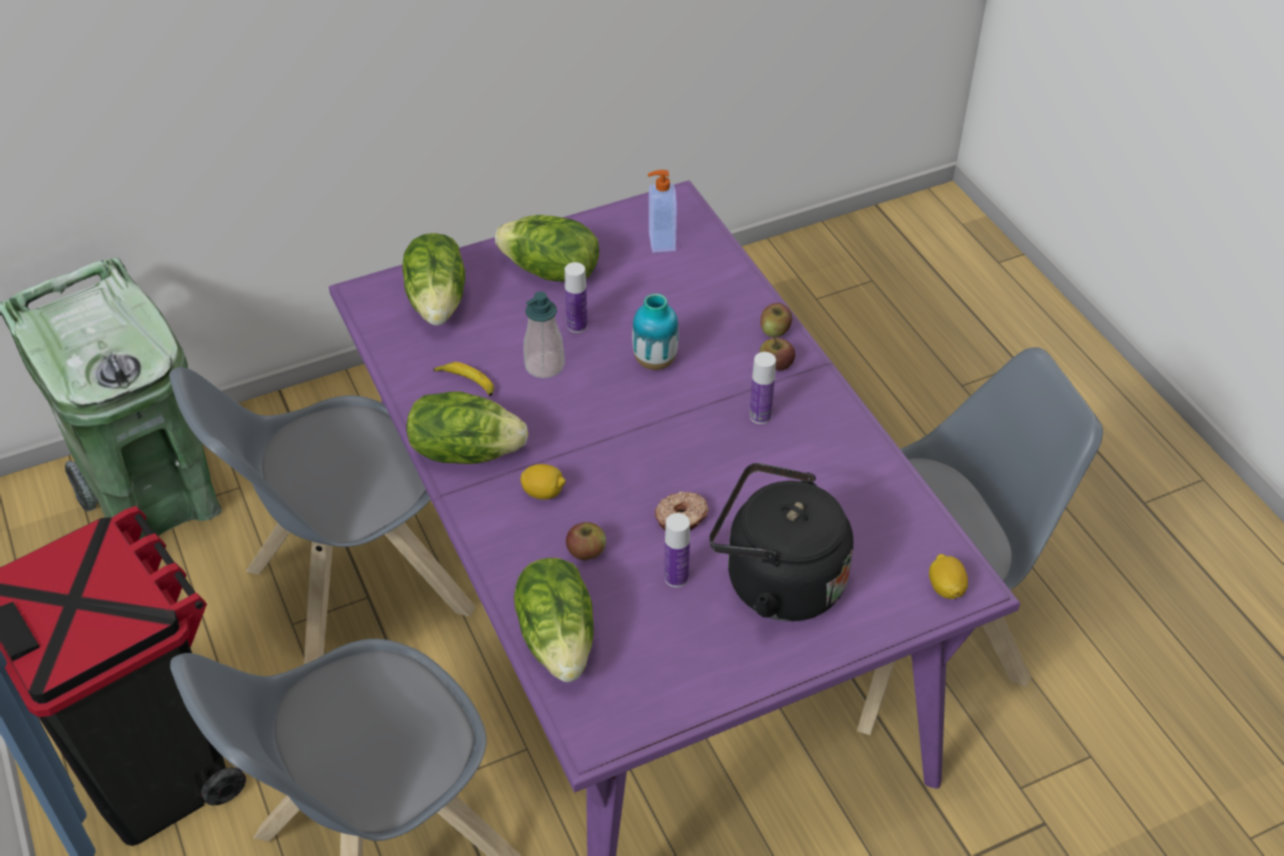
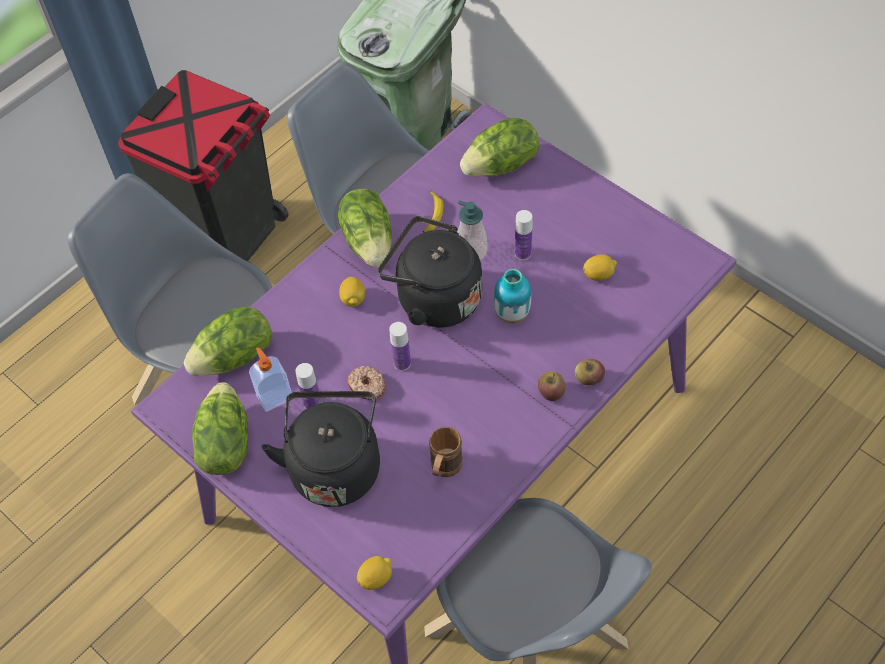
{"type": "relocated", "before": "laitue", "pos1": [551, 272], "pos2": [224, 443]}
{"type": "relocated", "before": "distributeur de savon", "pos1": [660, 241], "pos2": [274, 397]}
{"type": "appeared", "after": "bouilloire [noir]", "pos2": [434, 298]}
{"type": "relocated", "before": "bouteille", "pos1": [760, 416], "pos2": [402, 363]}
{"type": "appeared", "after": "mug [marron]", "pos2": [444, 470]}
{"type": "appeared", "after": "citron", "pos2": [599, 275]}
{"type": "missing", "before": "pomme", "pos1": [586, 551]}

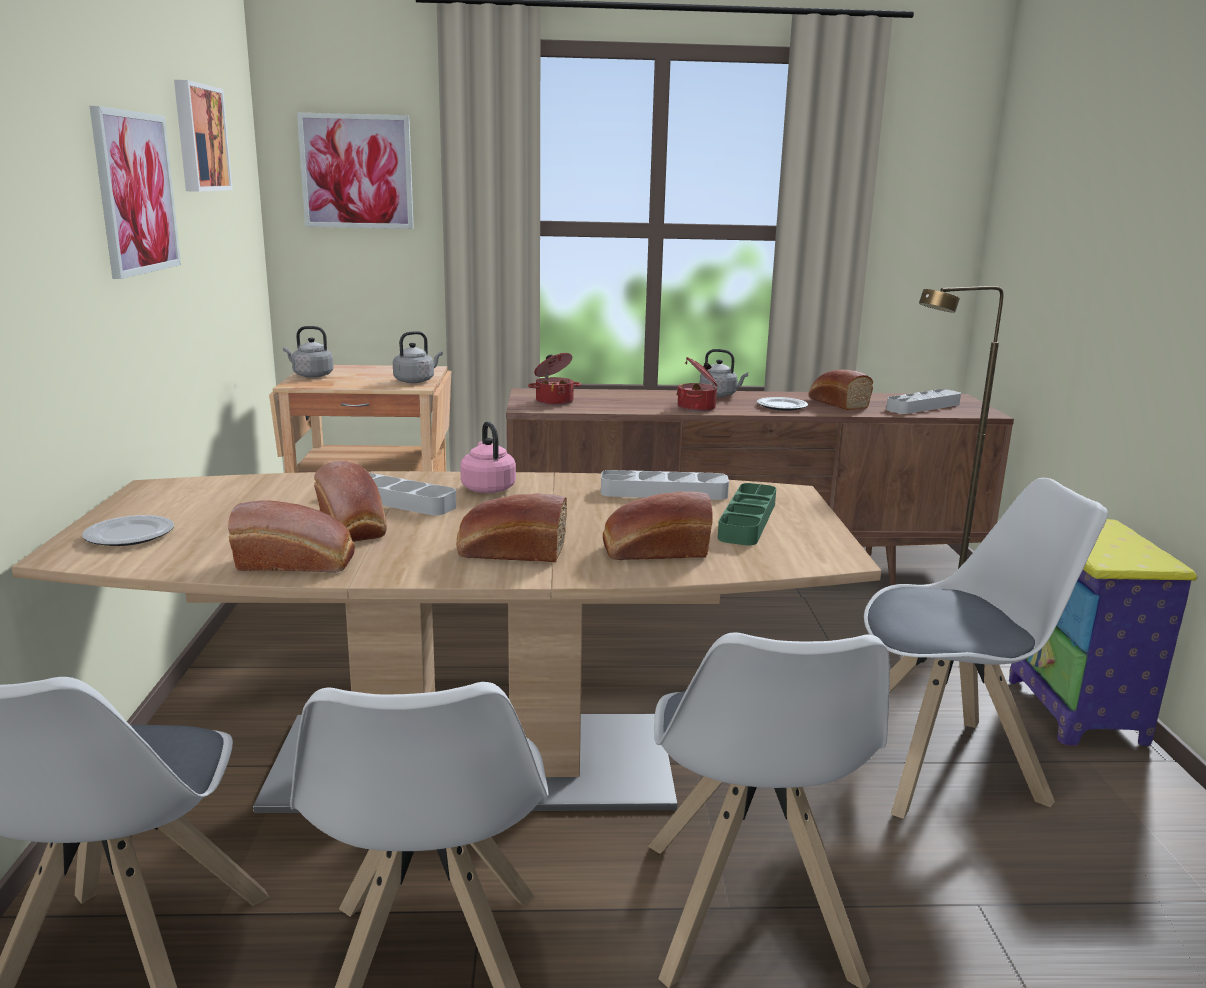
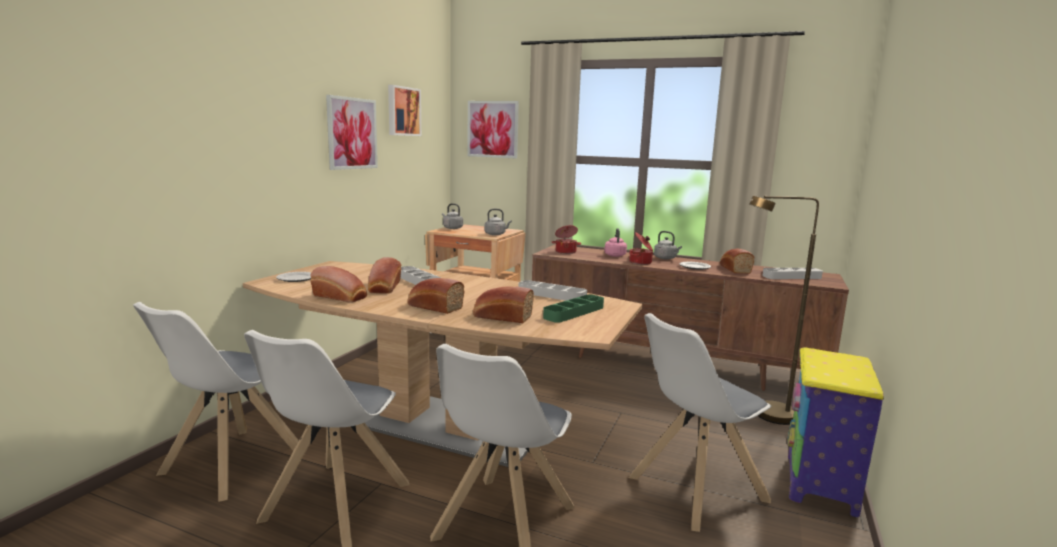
{"type": "relocated", "before": "bouilloire [rose]", "pos1": [487, 488], "pos2": [615, 255]}
{"type": "spun", "before": "chaise", "pos1": [945, 766], "pos2": [694, 490], "turn": 135}

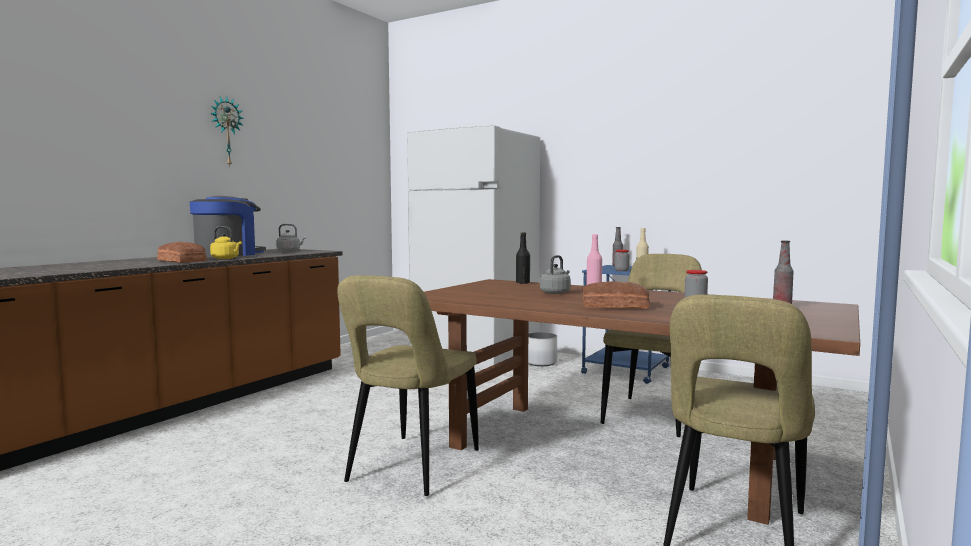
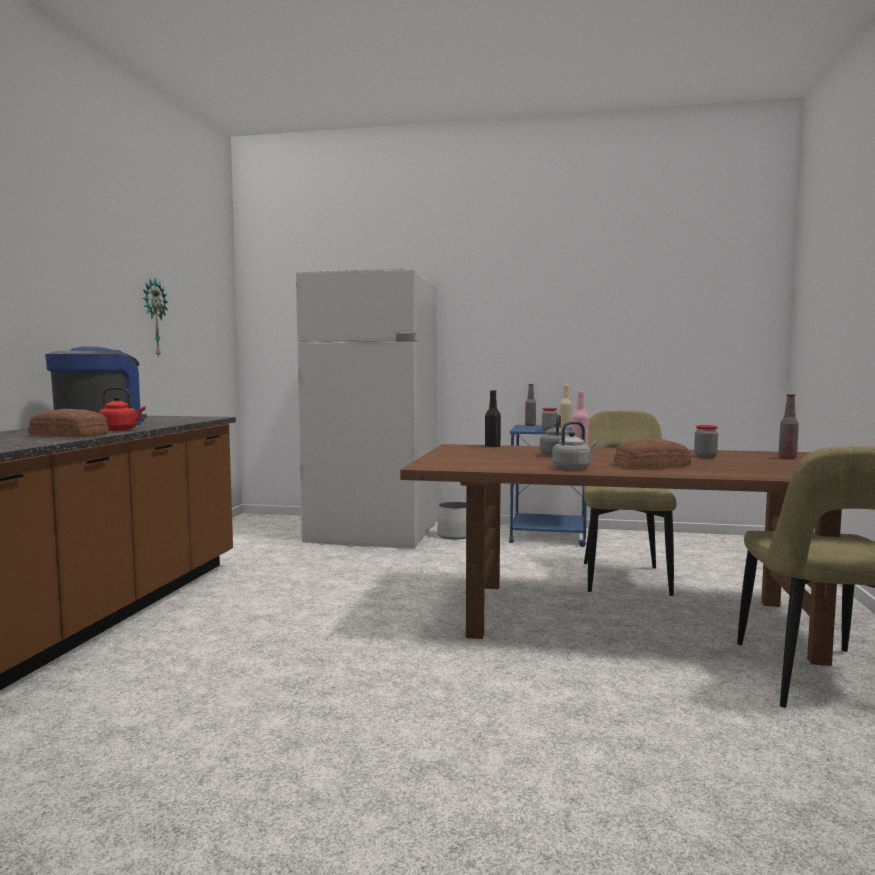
{"type": "colour", "before": "bouilloire [jaune]", "after": "bouilloire [rouge]", "pos1": [226, 258], "pos2": [121, 430]}
{"type": "relocated", "before": "horloge murale", "pos1": [226, 132], "pos2": [153, 318]}
{"type": "relocated", "before": "bouilloire [gris]", "pos1": [290, 251], "pos2": [573, 468]}
{"type": "missing", "before": "chaise [beige]", "pos1": [410, 468]}

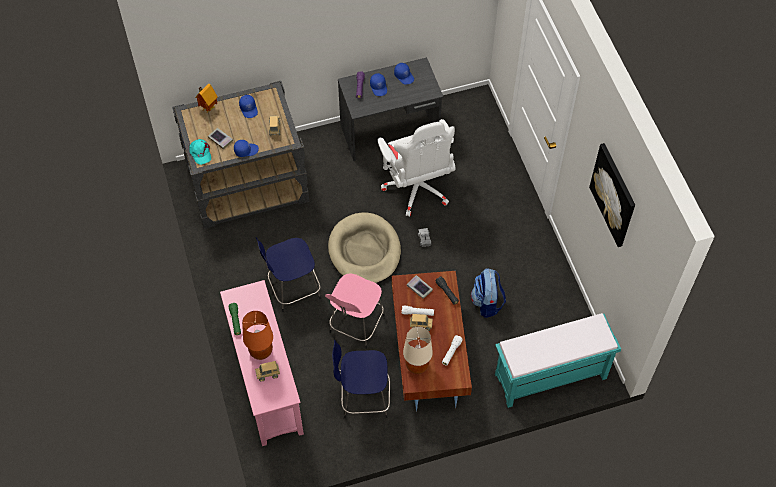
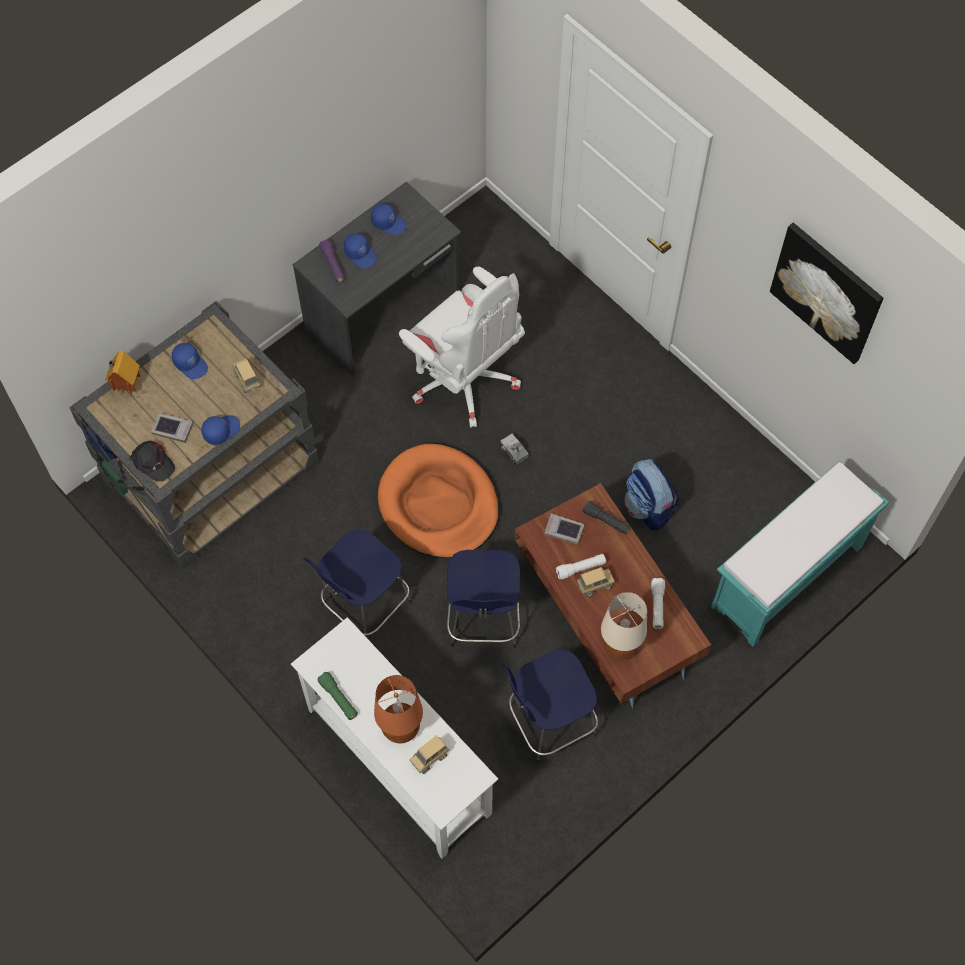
{"type": "colour", "before": "casquette [turquoise]", "after": "casquette [noir]", "pos1": [200, 152], "pos2": [152, 462]}
{"type": "colour", "before": "table console [rose]", "after": "table console [blanc]", "pos1": [266, 382], "pos2": [398, 761]}
{"type": "colour", "before": "panier pour chien [beige]", "after": "panier pour chien [orange]", "pos1": [364, 251], "pos2": [438, 504]}
{"type": "colour", "before": "tabouret [rose]", "after": "tabouret [bleu]", "pos1": [356, 325], "pos2": [483, 620]}

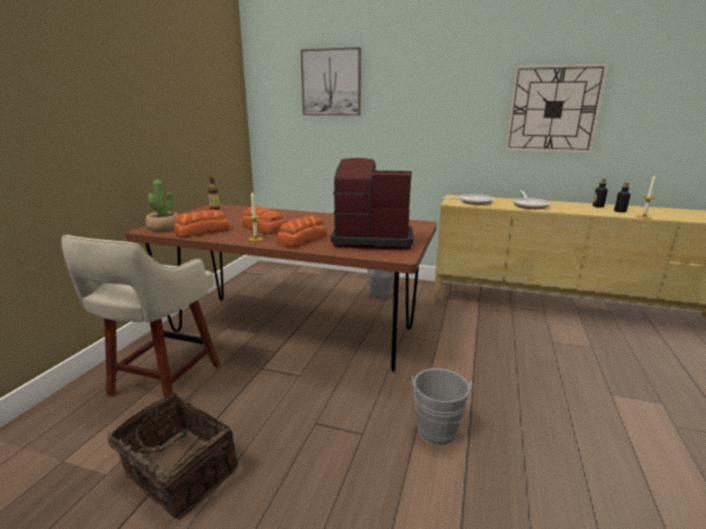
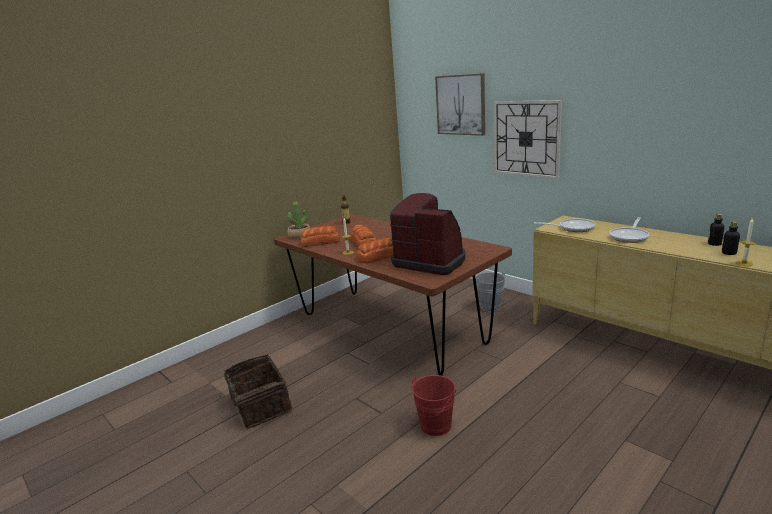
{"type": "colour", "before": "seau [gris]", "after": "seau [rouge]", "pos1": [437, 435], "pos2": [433, 428]}
{"type": "relocated", "before": "horloge murale", "pos1": [553, 109], "pos2": [526, 138]}
{"type": "missing", "before": "tabouret [beige]", "pos1": [162, 382]}

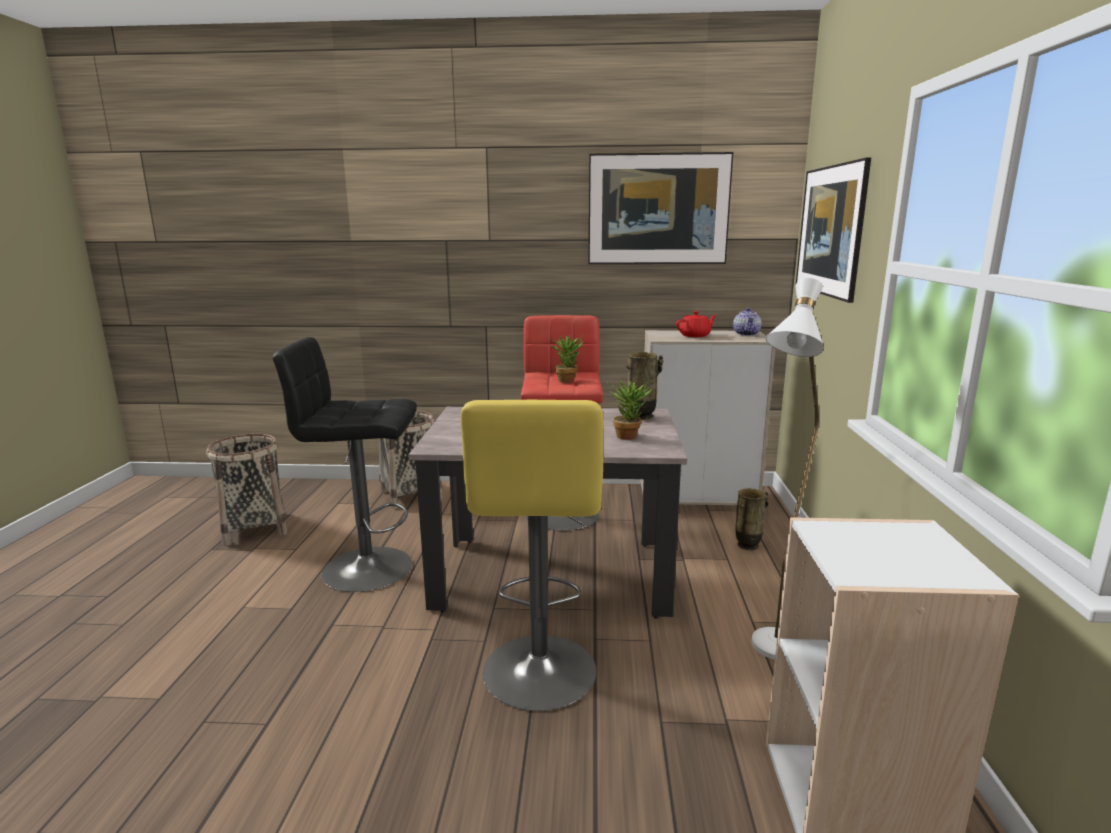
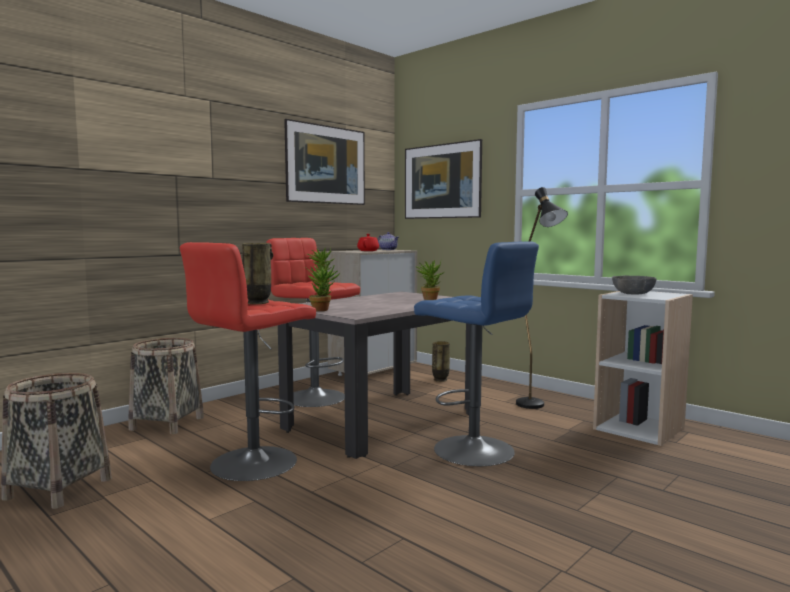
{"type": "colour", "before": "tabouret [noir]", "after": "tabouret [rouge]", "pos1": [366, 568], "pos2": [252, 463]}
{"type": "relocated", "before": "vase", "pos1": [641, 417], "pos2": [258, 303]}
{"type": "appeared", "after": "plante en pot", "pos2": [323, 309]}
{"type": "colour", "before": "tabouret [jaune]", "after": "tabouret [bleu]", "pos1": [538, 672], "pos2": [474, 451]}
{"type": "colour", "before": "lampadaire [blanc]", "after": "lampadaire [noir]", "pos1": [771, 655], "pos2": [536, 407]}
{"type": "appeared", "after": "bol [gris]", "pos2": [633, 294]}

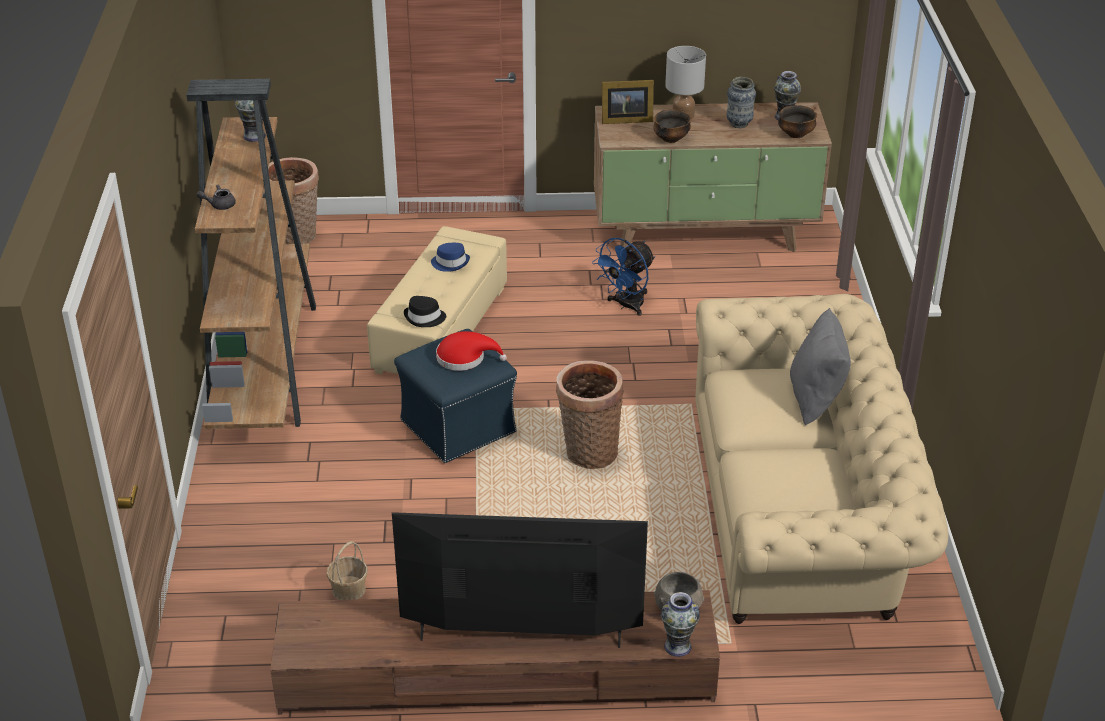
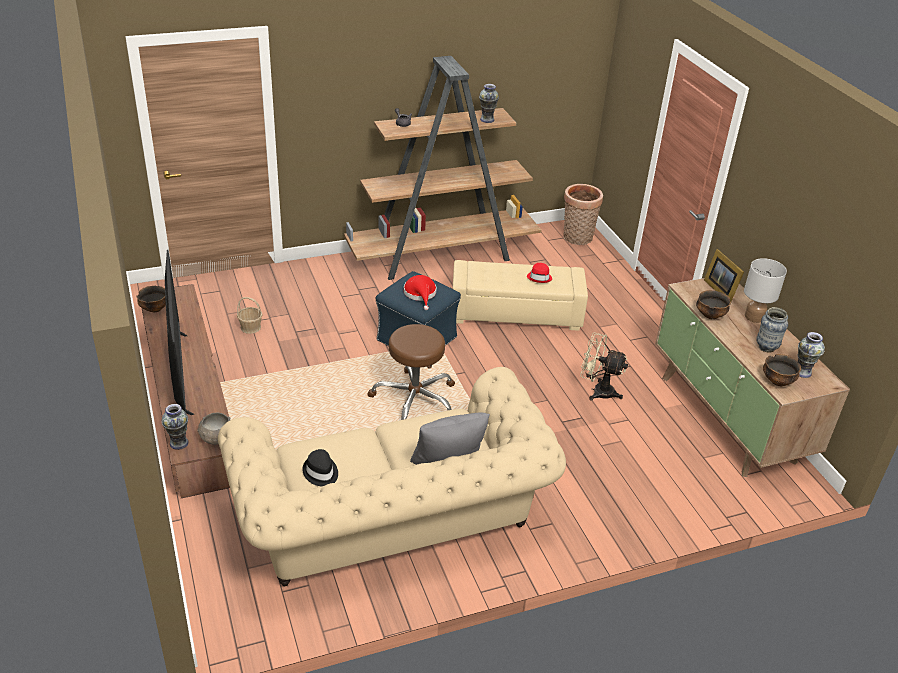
{"type": "appeared", "after": "bol", "pos2": [154, 309]}
{"type": "relocated", "before": "chapeau [noir]", "pos1": [424, 318], "pos2": [320, 472]}
{"type": "exchanged", "before": "panier", "after": "tabouret [marron]", "pos1": [588, 452], "pos2": [415, 400]}
{"type": "colour", "before": "chapeau [bleu]", "after": "chapeau [rouge]", "pos1": [450, 263], "pos2": [539, 277]}
{"type": "colour", "before": "ventilateur [bleu]", "after": "ventilateur [beige]", "pos1": [626, 306], "pos2": [597, 391]}

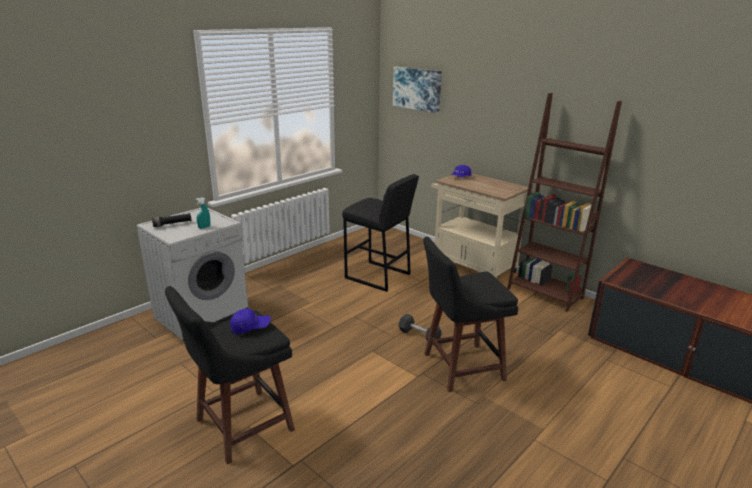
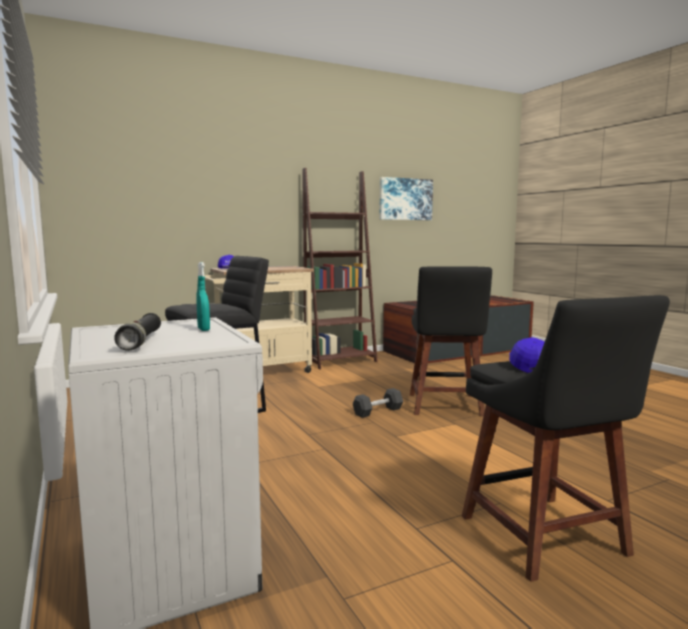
{"type": "relocated", "before": "tableau", "pos1": [417, 89], "pos2": [405, 199]}

